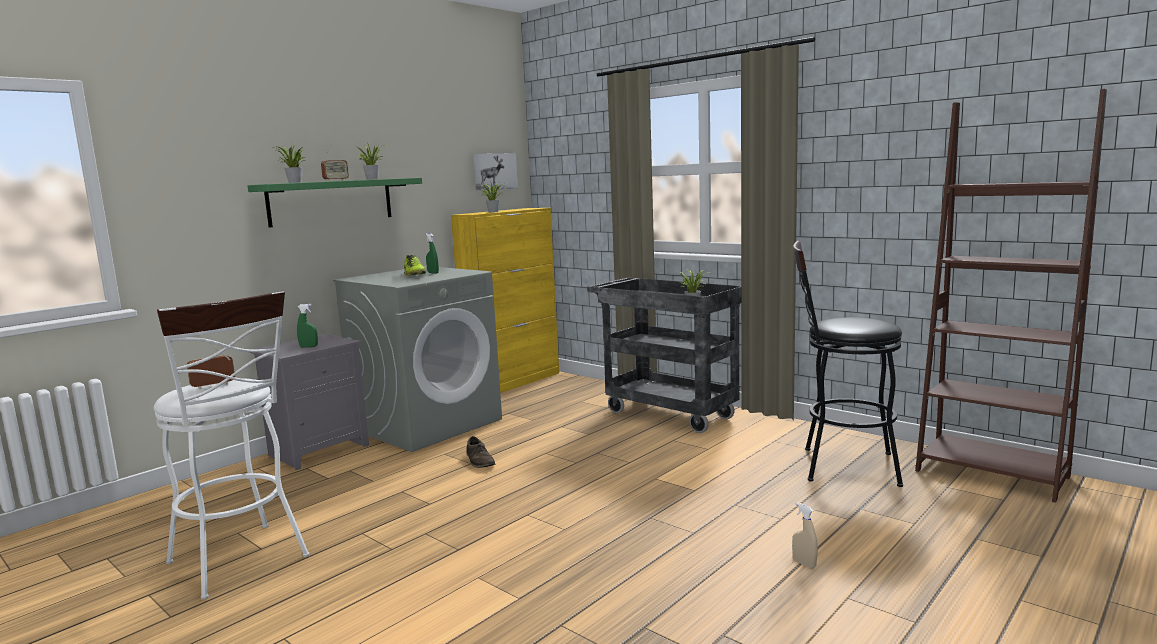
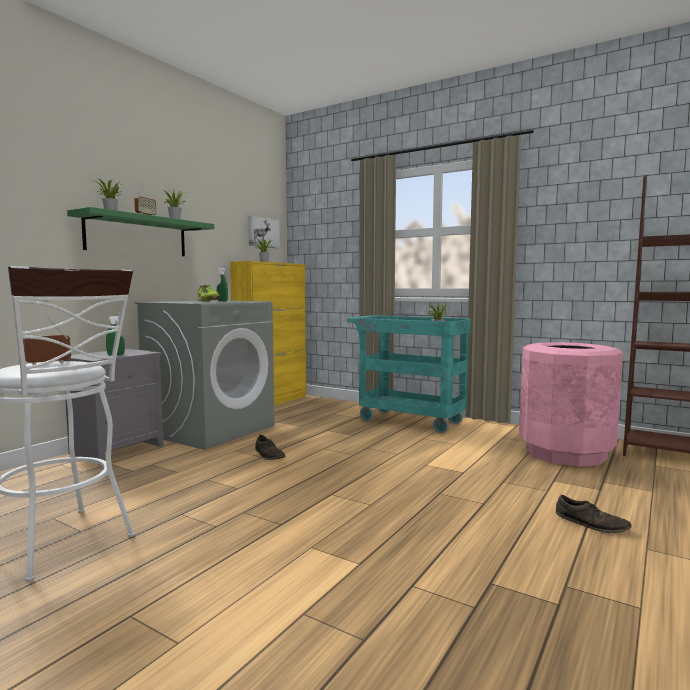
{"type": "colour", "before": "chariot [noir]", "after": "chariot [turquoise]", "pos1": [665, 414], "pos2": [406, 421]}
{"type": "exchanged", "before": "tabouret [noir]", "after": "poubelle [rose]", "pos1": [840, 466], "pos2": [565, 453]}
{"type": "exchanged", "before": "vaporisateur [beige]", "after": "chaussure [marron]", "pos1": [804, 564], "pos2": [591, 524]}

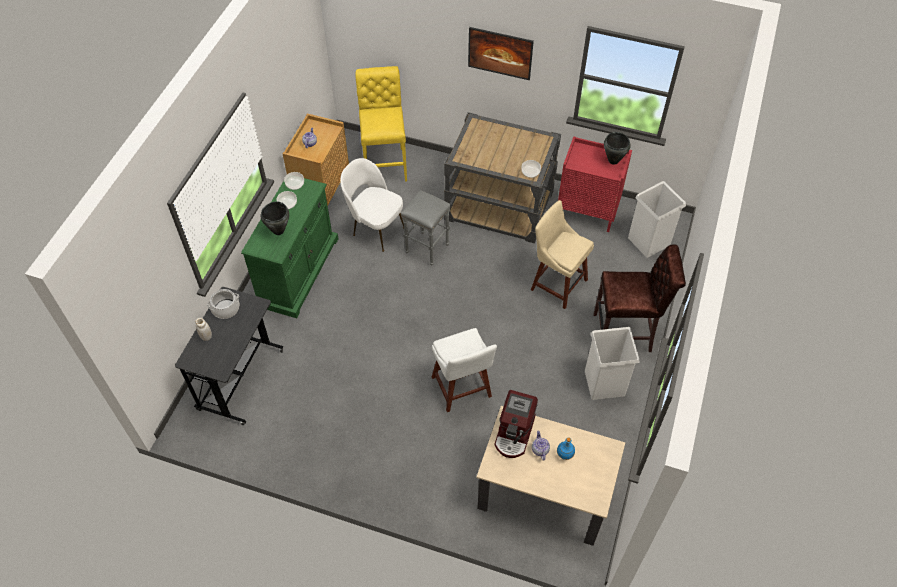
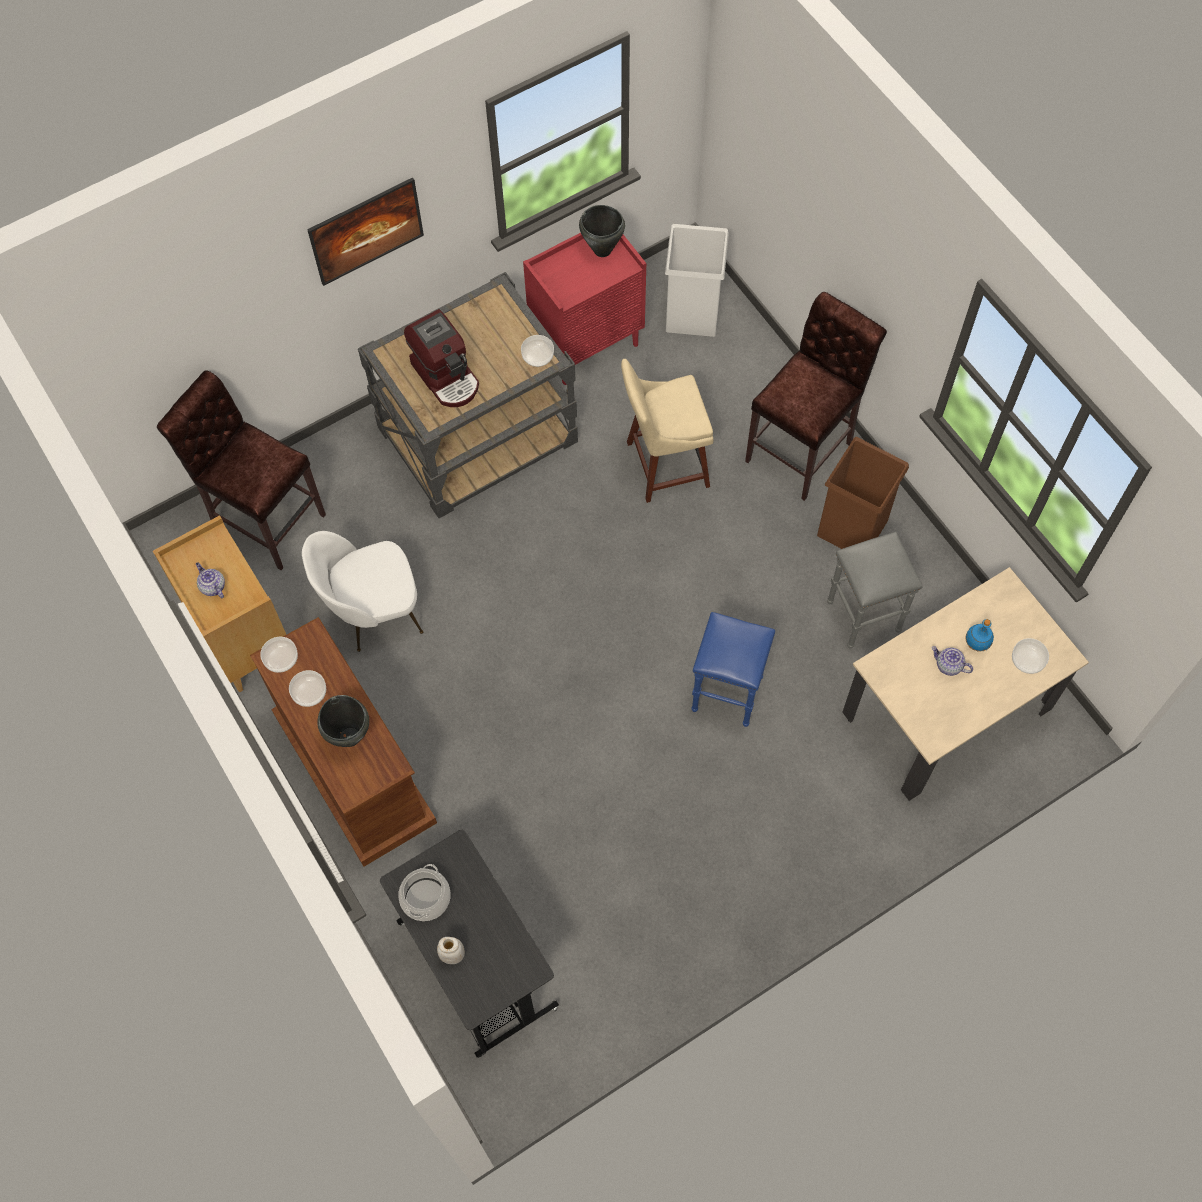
{"type": "colour", "before": "tabouret [jaune]", "after": "tabouret [marron]", "pos1": [385, 163], "pos2": [265, 518]}
{"type": "colour", "before": "commode [vert]", "after": "commode [marron]", "pos1": [297, 270], "pos2": [352, 767]}
{"type": "relocated", "before": "machine à café", "pos1": [514, 434], "pos2": [447, 376]}
{"type": "exchanged", "before": "chaise [blanc]", "after": "tabouret [bleu]", "pos1": [462, 389], "pos2": [728, 695]}
{"type": "colour", "before": "poubelle [blanc]", "after": "poubelle [marron]", "pos1": [604, 383], "pos2": [852, 528]}
{"type": "relocated", "before": "tabouret [gris]", "pos1": [428, 248], "pos2": [864, 614]}
{"type": "appeared", "after": "bol", "pos2": [1027, 660]}

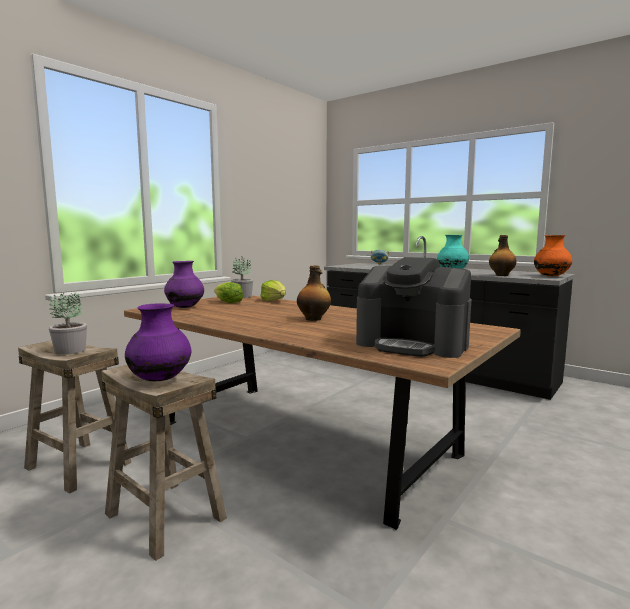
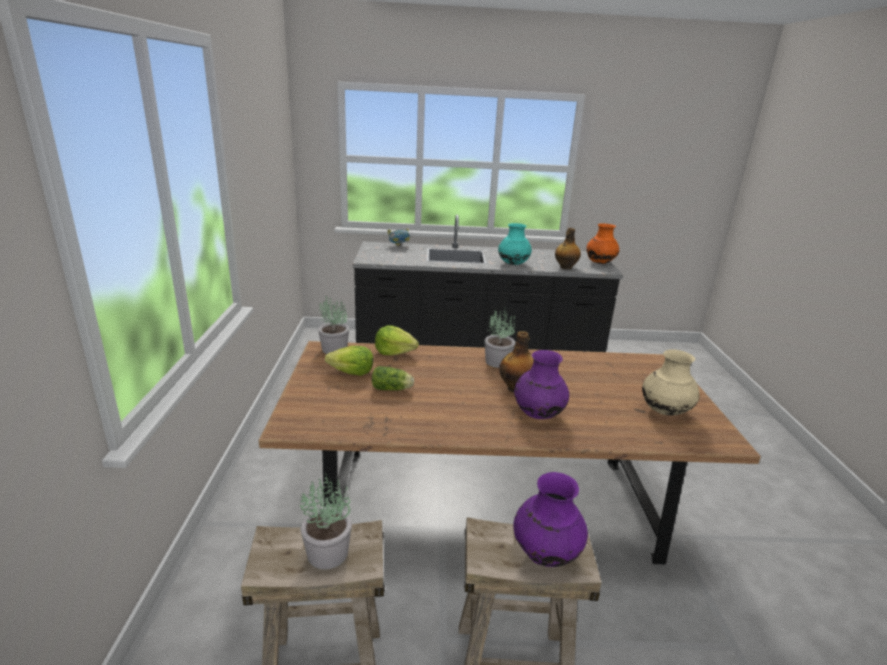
{"type": "appeared", "after": "laitue", "pos2": [392, 389]}
{"type": "appeared", "after": "plante en pot", "pos2": [497, 361]}
{"type": "relocated", "before": "vase [violet]", "pos1": [185, 307], "pos2": [538, 414]}
{"type": "exchanged", "before": "machine à café", "after": "vase [beige]", "pos1": [413, 344], "pos2": [665, 411]}

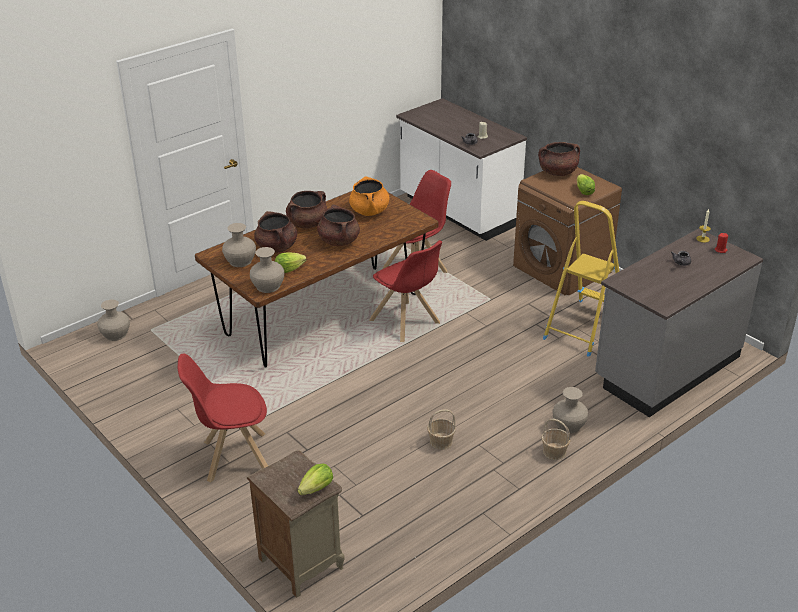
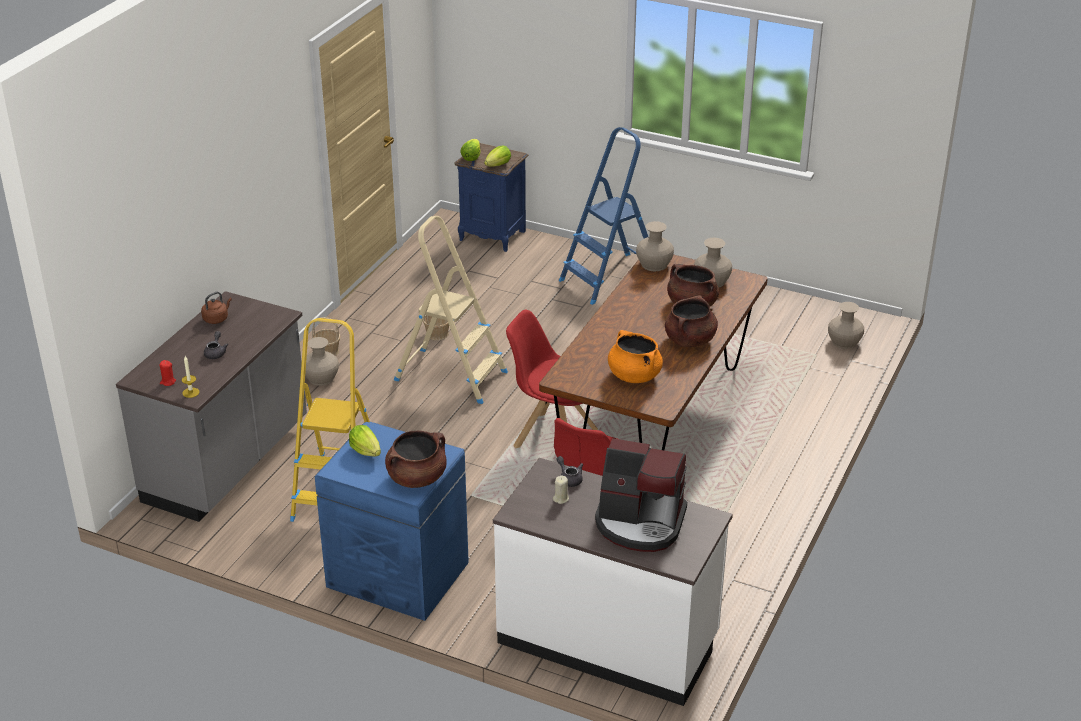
{"type": "appeared", "after": "bouilloire [marron]", "pos2": [217, 319]}
{"type": "colour", "before": "lave-linge [marron]", "after": "lave-linge [bleu]", "pos1": [560, 269], "pos2": [399, 570]}
{"type": "appeared", "after": "escabeau [beige]", "pos2": [452, 376]}
{"type": "colour", "before": "table de chevet [beige]", "after": "table de chevet [bleu]", "pos1": [301, 562], "pos2": [492, 236]}
{"type": "relocated", "before": "laitue", "pos1": [289, 269], "pos2": [498, 165]}
{"type": "exchanged", "before": "chaise [rouge]", "after": "escabeau [bleu]", "pos1": [232, 457], "pos2": [609, 279]}
{"type": "appeared", "after": "machine à café", "pos2": [640, 523]}
{"type": "missing", "before": "marmite [marron]", "pos1": [338, 241]}

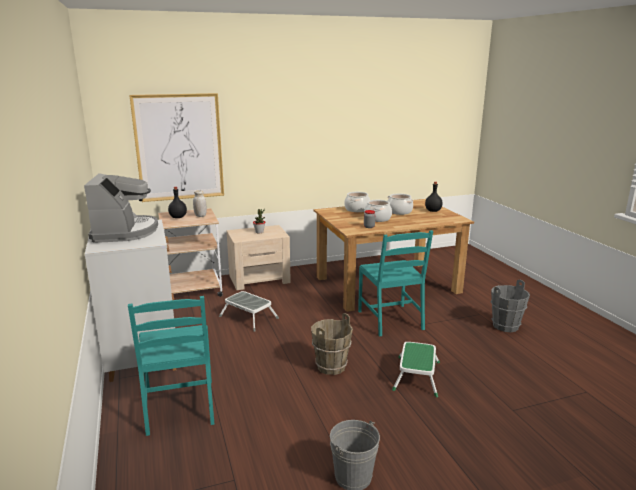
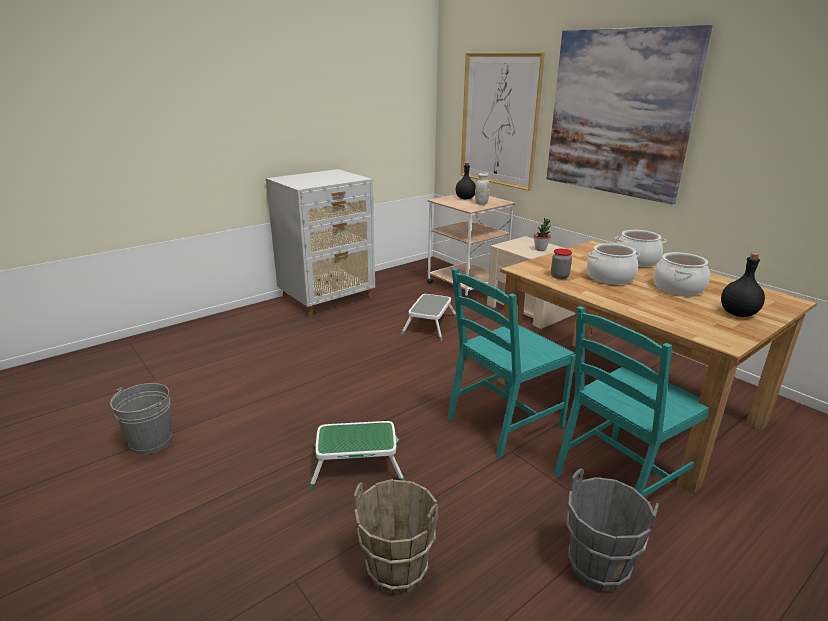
{"type": "relocated", "before": "seau [marron]", "pos1": [330, 367], "pos2": [397, 570]}
{"type": "appeared", "after": "tableau", "pos2": [618, 113]}
{"type": "relocated", "before": "chaise [turquoise]", "pos1": [180, 407], "pos2": [620, 480]}
{"type": "missing", "before": "machine à café", "pos1": [125, 232]}

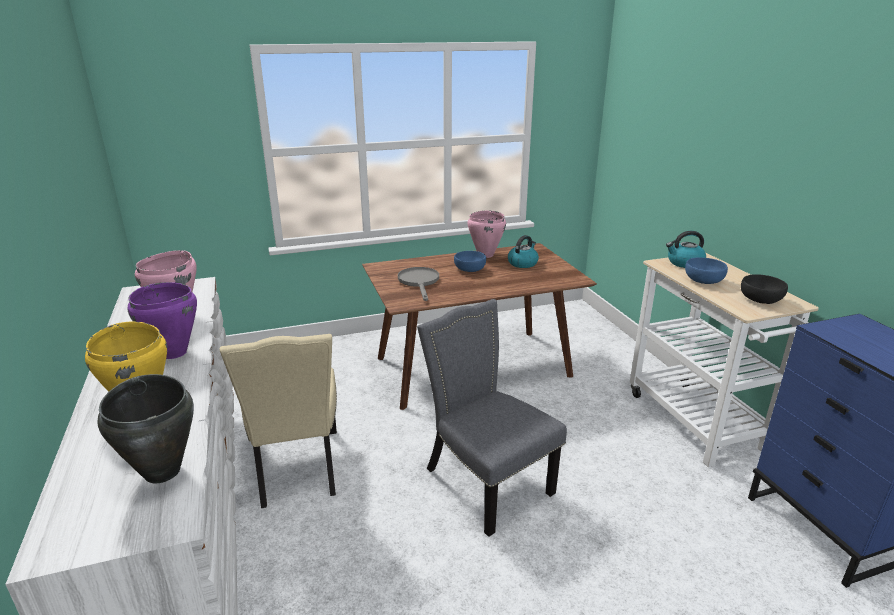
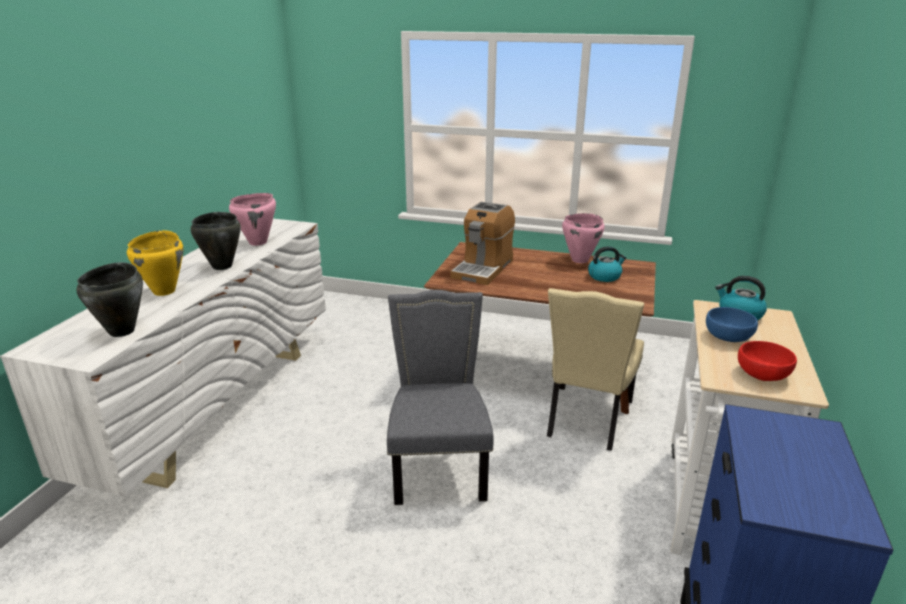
{"type": "colour", "before": "marmite [violet]", "after": "marmite [noir]", "pos1": [173, 353], "pos2": [221, 266]}
{"type": "exchanged", "before": "poêle [gris]", "after": "machine à café", "pos1": [419, 282], "pos2": [483, 268]}
{"type": "relocated", "before": "chaise [beige]", "pos1": [297, 465], "pos2": [587, 415]}
{"type": "colour", "before": "bol [noir]", "after": "bol [rouge]", "pos1": [760, 299], "pos2": [763, 373]}
{"type": "missing", "before": "bol [bleu]", "pos1": [470, 269]}

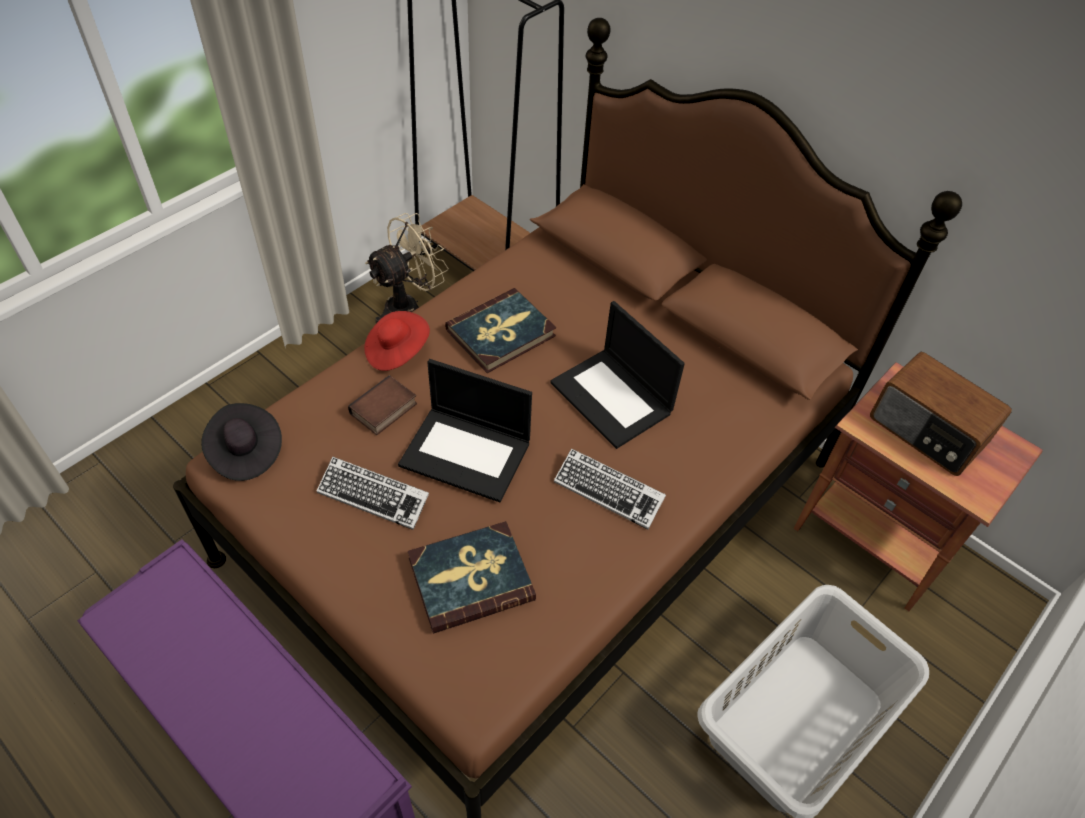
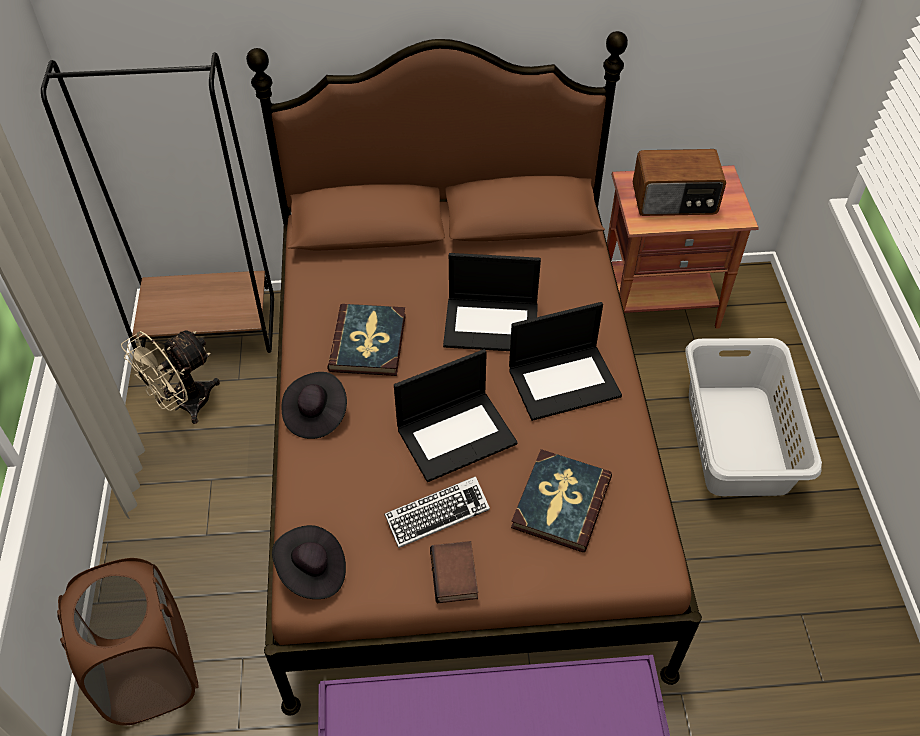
{"type": "appeared", "after": "panier à linge [marron]", "pos2": [150, 673]}
{"type": "spun", "before": "ventilateur [beige]", "pos1": [409, 306], "pos2": [184, 404], "turn": -135}
{"type": "colour", "before": "chapeau [rouge]", "after": "chapeau [noir]", "pos1": [396, 351], "pos2": [315, 415]}
{"type": "relocated", "before": "livre", "pos1": [384, 410], "pos2": [456, 575]}
{"type": "exchanged", "before": "clavier", "after": "ordinateur portable", "pos1": [608, 492], "pos2": [564, 381]}

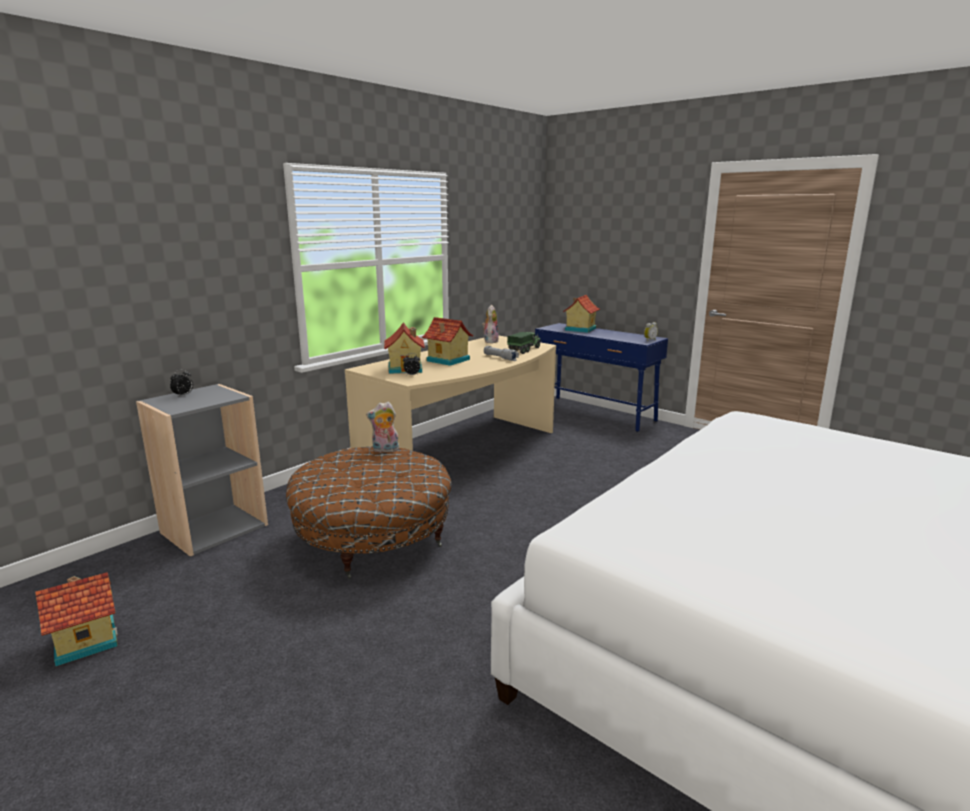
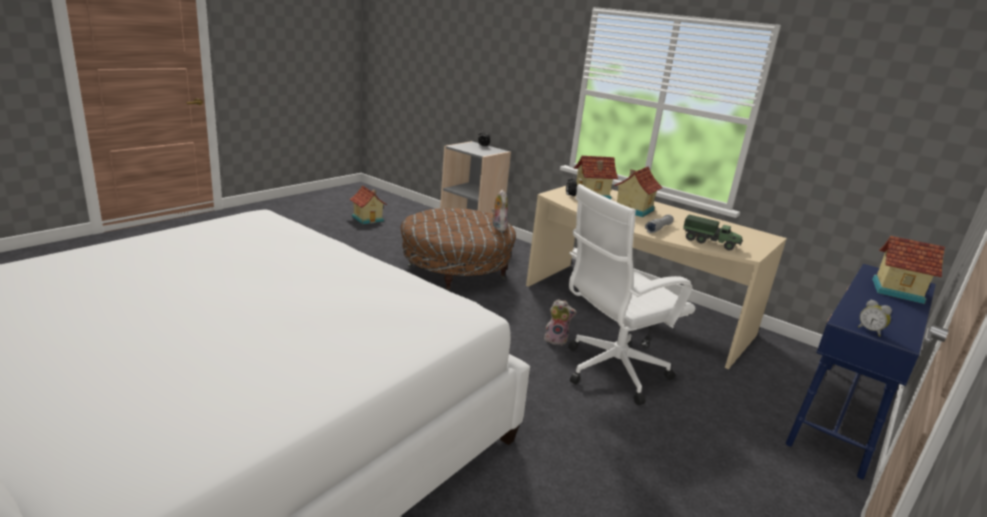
{"type": "relocated", "before": "peluche", "pos1": [490, 341], "pos2": [556, 340]}
{"type": "appeared", "after": "chaise de bureau [blanc]", "pos2": [610, 372]}

